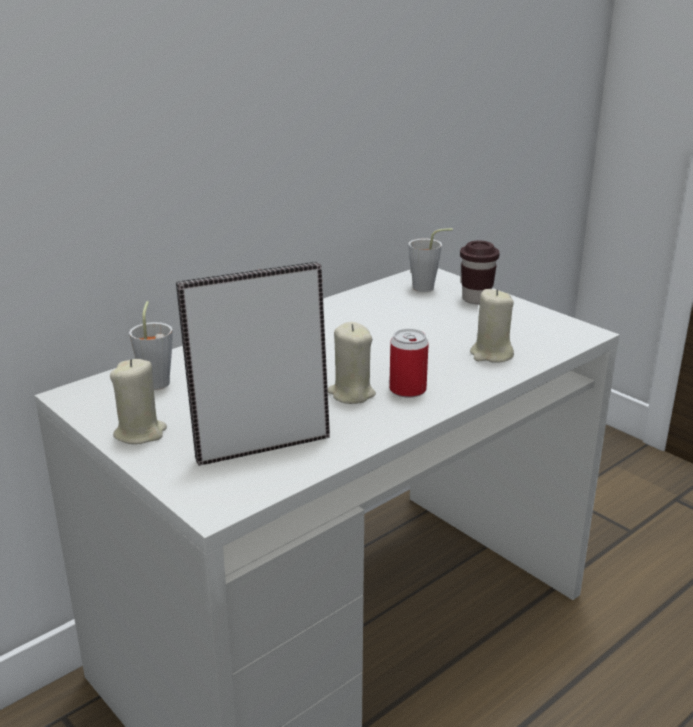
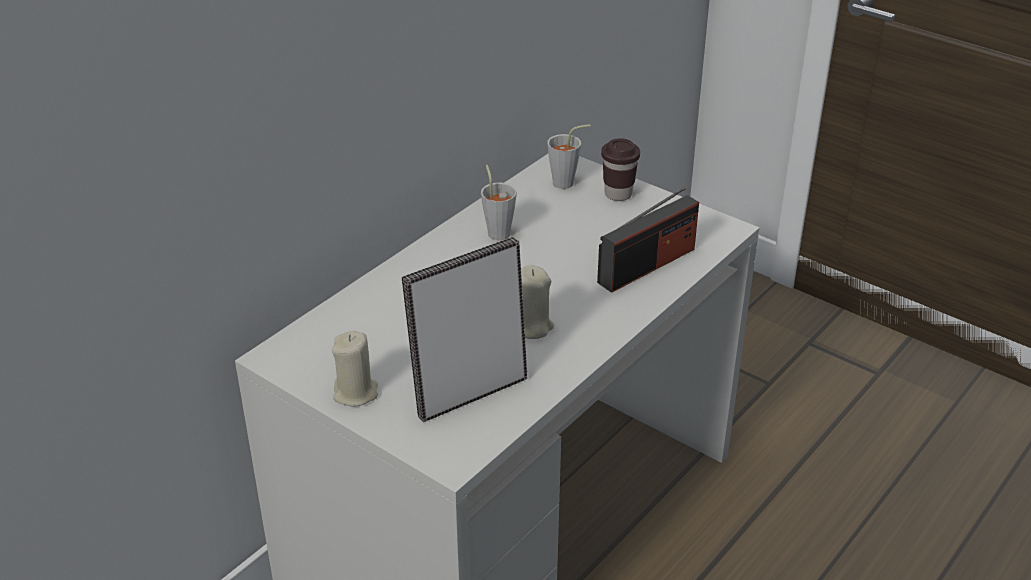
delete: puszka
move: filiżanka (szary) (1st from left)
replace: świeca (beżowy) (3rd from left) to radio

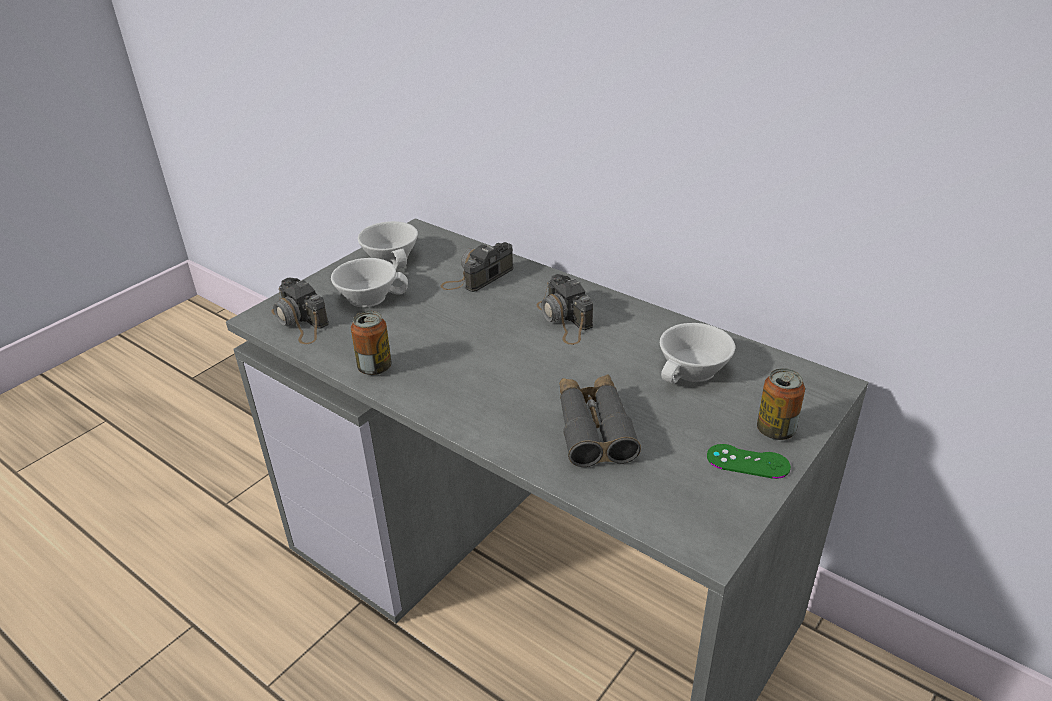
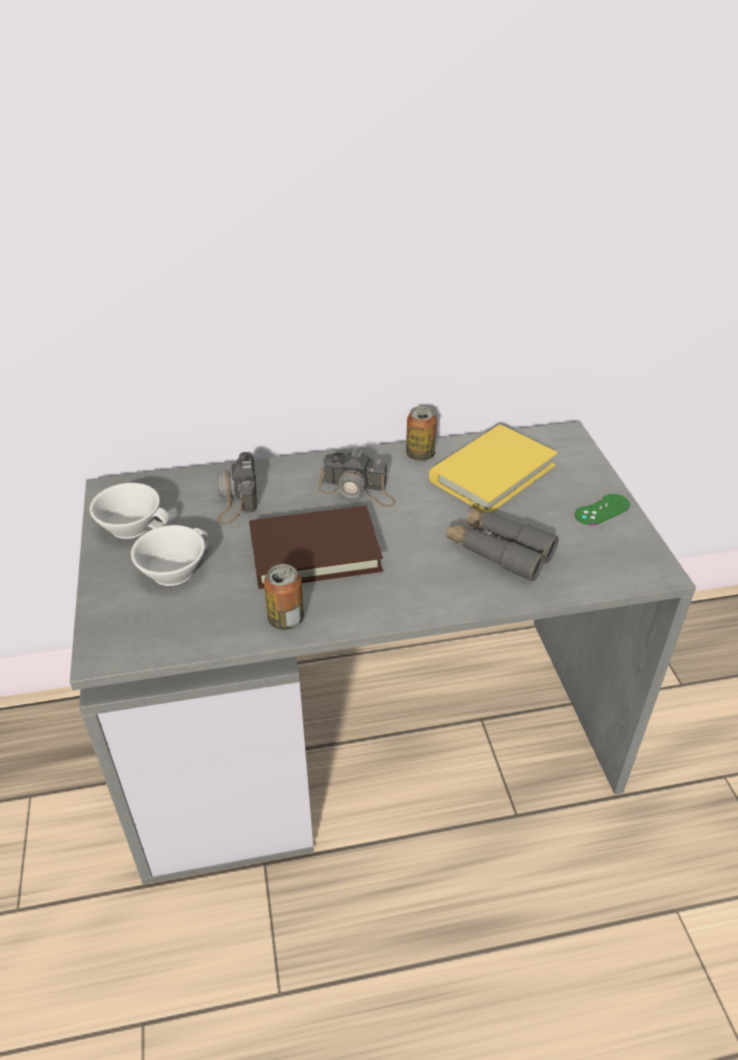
delete: aparat fotograficzny (1st from left)
insert: książka (brązowy)
move: puszka (2nd from left)
replace: filiżanka (biały) (3rd from left) to książka (żółty)

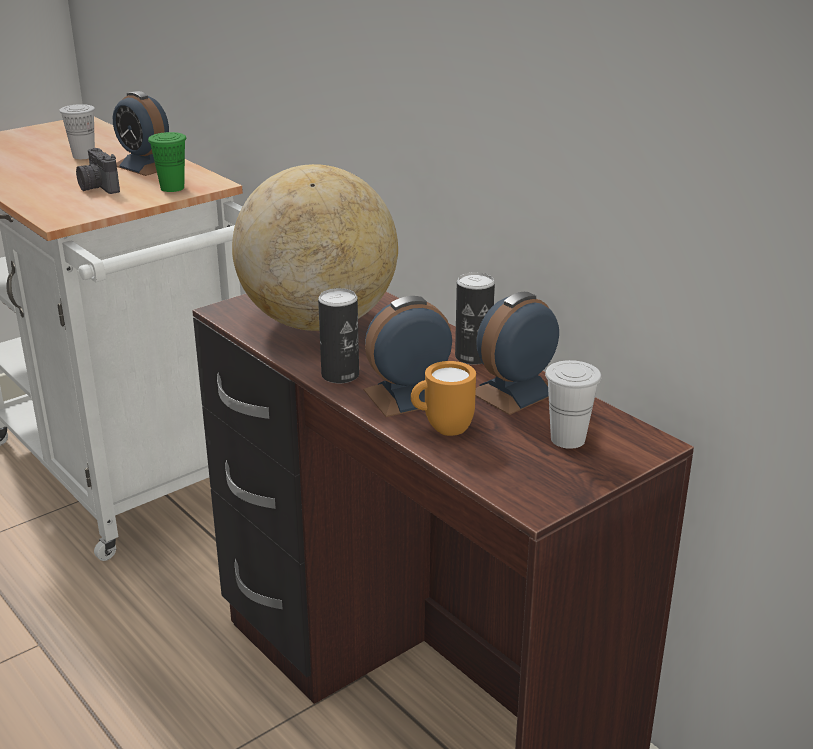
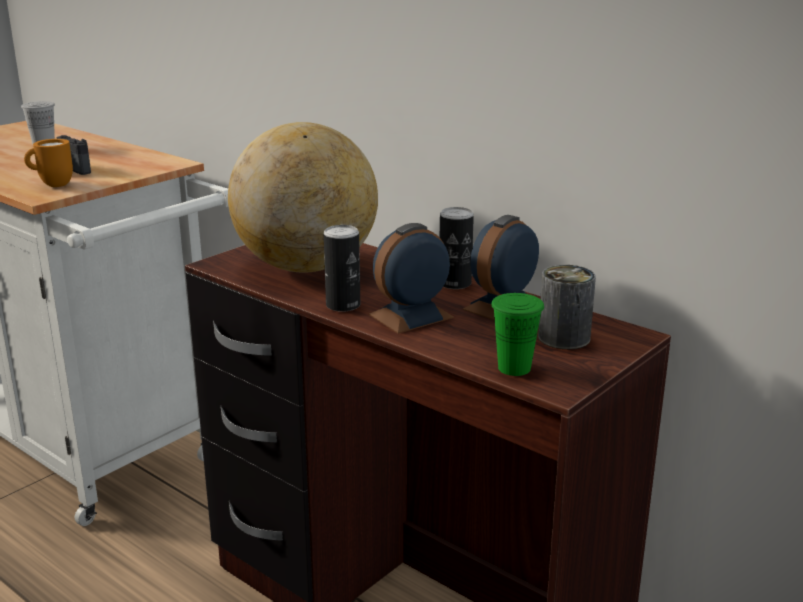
delete: budzik (1st from left)
move: filiżanka (zielony); kubek (pomarańczowy)
replace: filiżanka (biały) (2nd from left) to puszka (3rd from left)

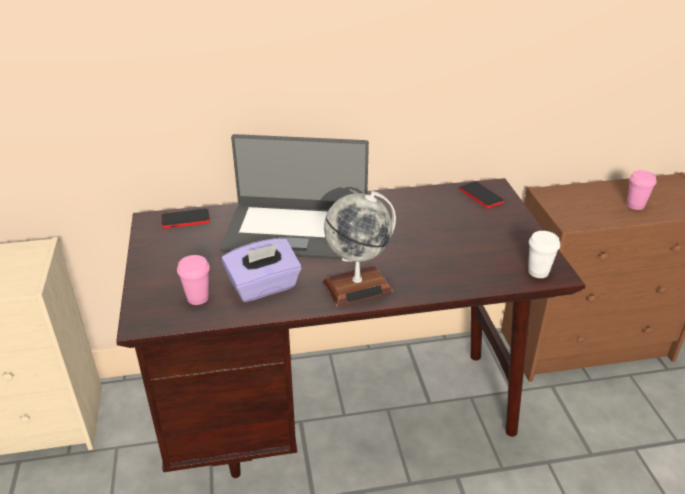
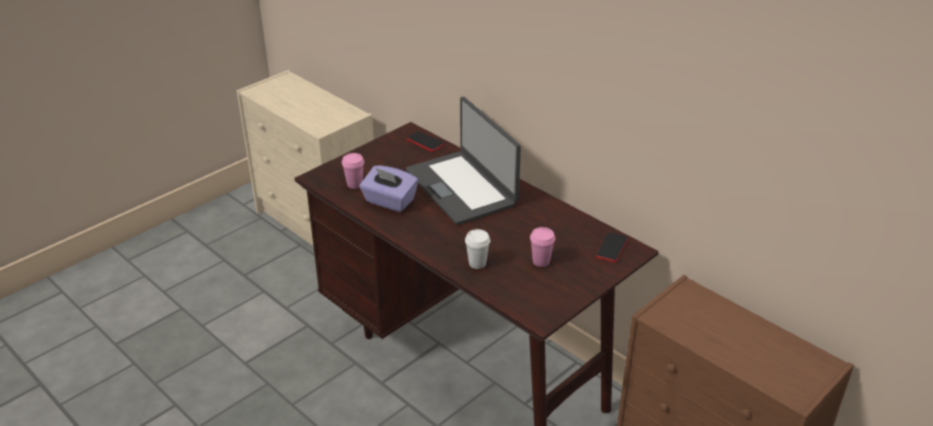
delete: globus
move: filiżanka (różowy) (2nd from left); filiżanka (biały)

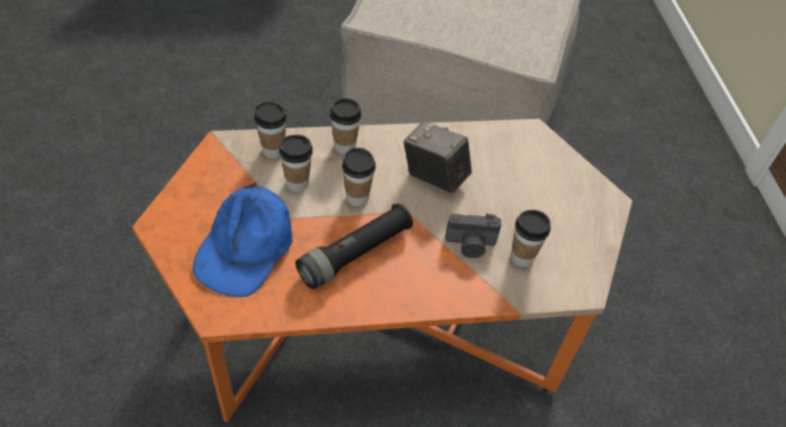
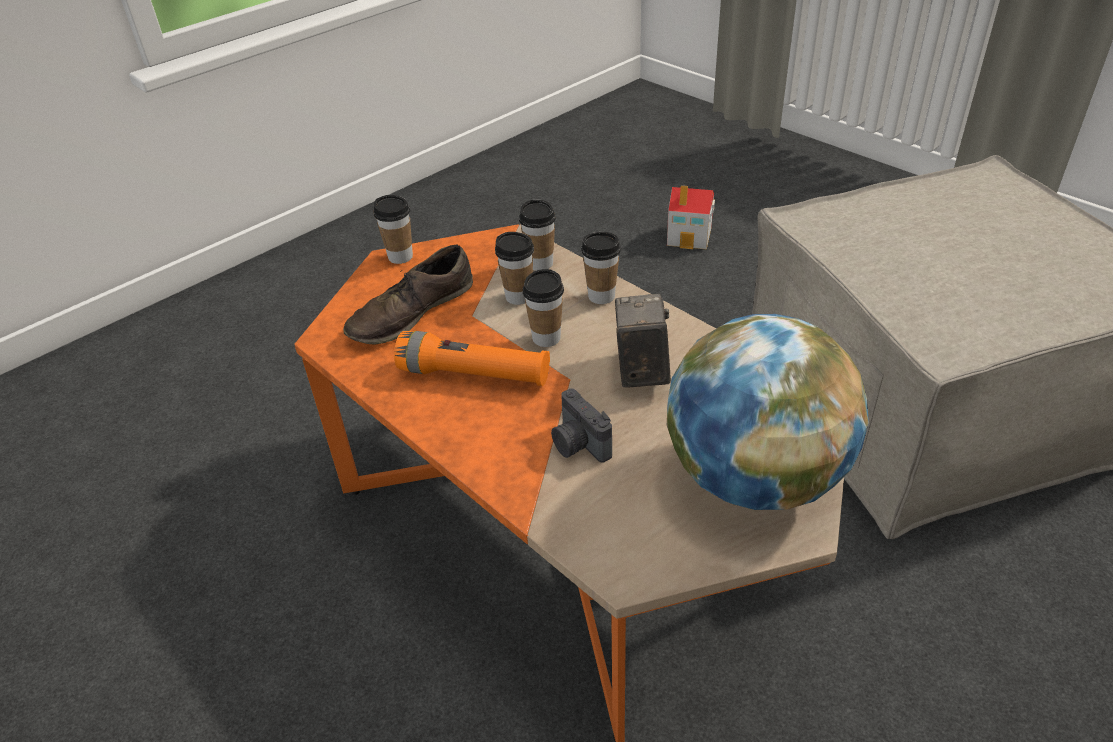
insert: domek; globus
move: filiżanka (5th from left in the first image) to filiżanka (1st from left)
replace: czapka z daszkiem (niebieski) to but (brązowy)
recolor: latarka (czarny) to latarka (pomarańczowy)

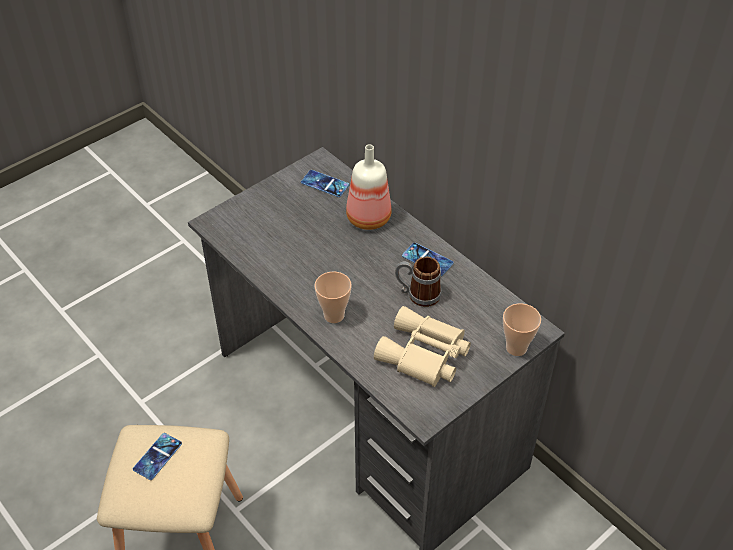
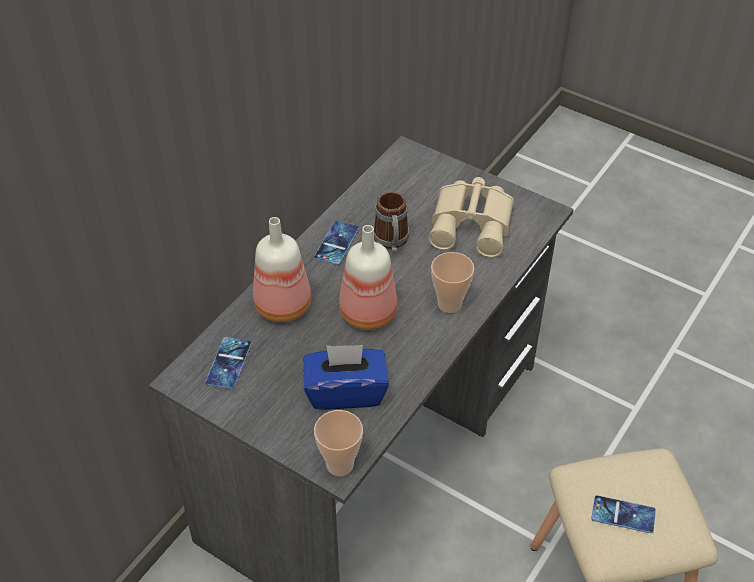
insert: butelka (2nd from left); pudełko chusteczek (niebieski)
move: filiżanka (2nd from left in the first image) to filiżanka (1st from left)

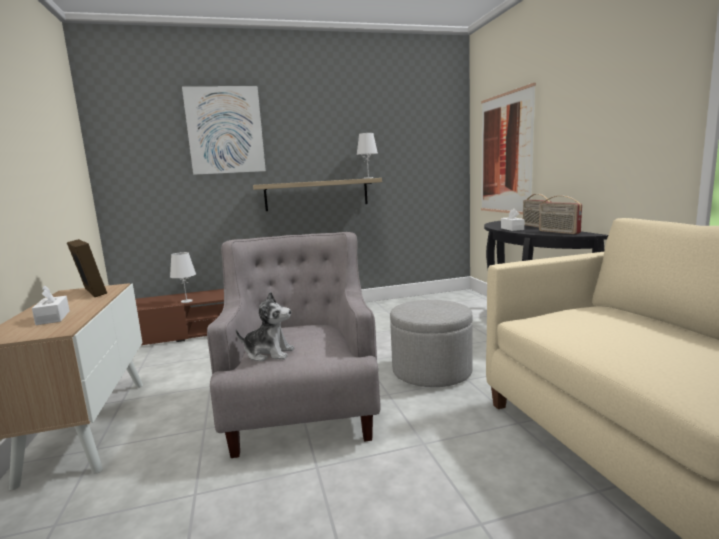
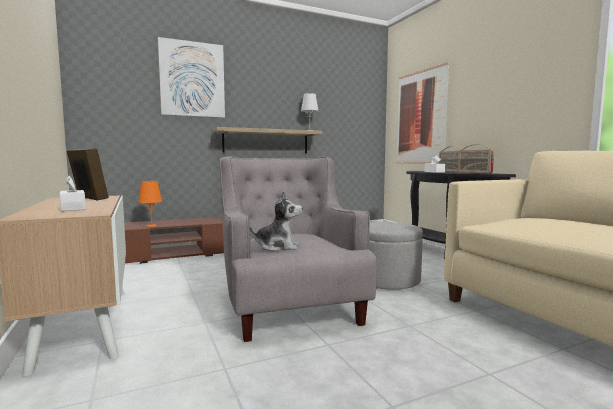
recolor: lampa stołowa (biały) (1st from left) to lampa stołowa (pomarańczowy)

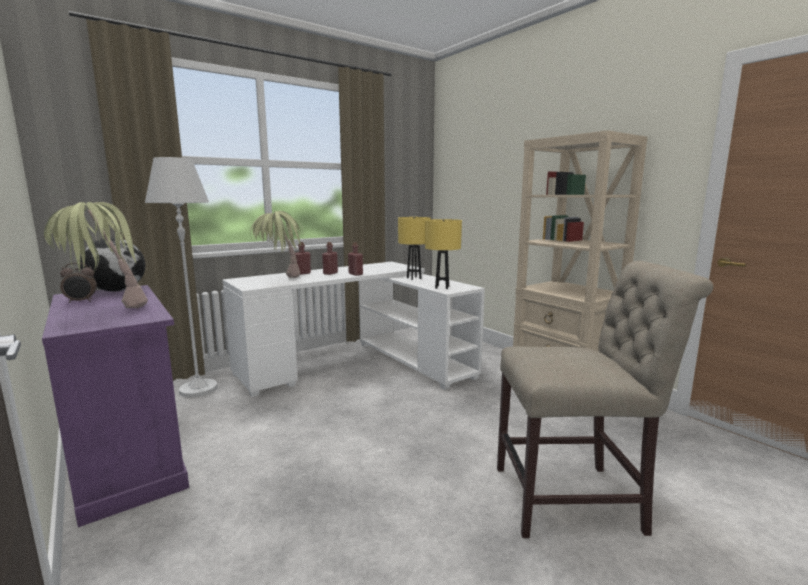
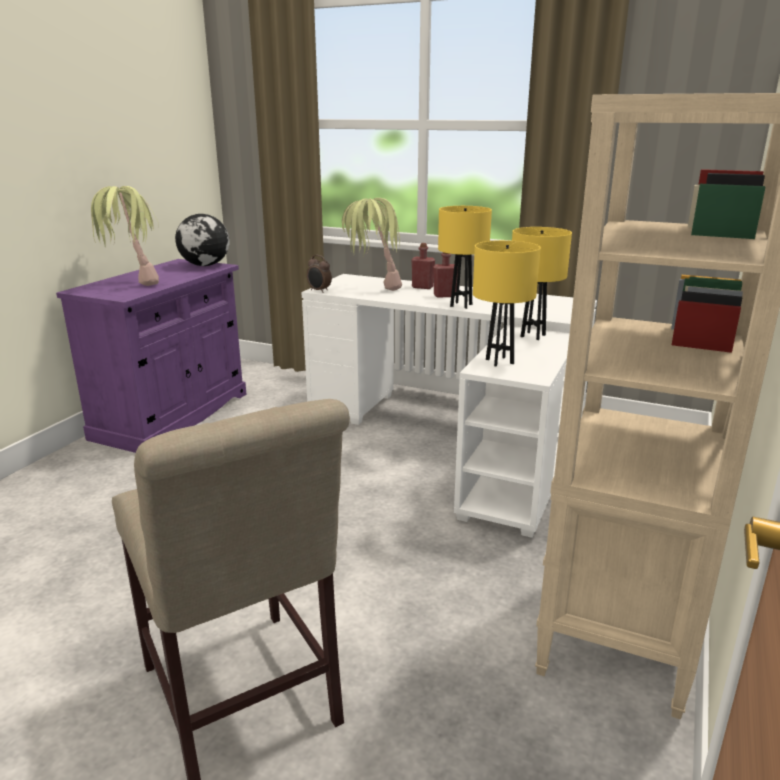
delete: lampa stojąca (biały)
move: budzik
replace: butelka (czerwony) (3rd from left) to lampa stołowa (żółty) (1st from left)

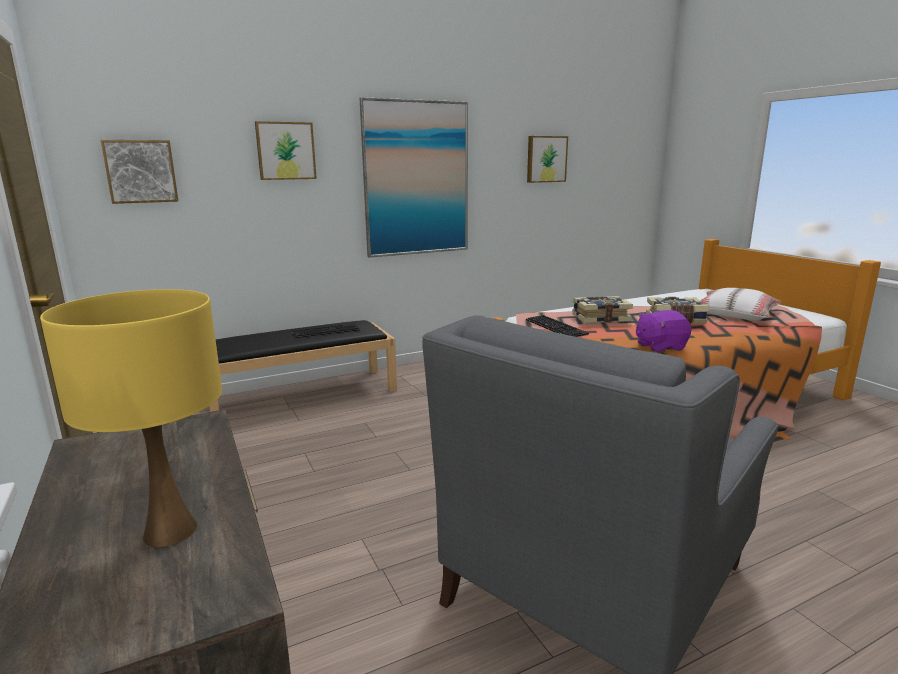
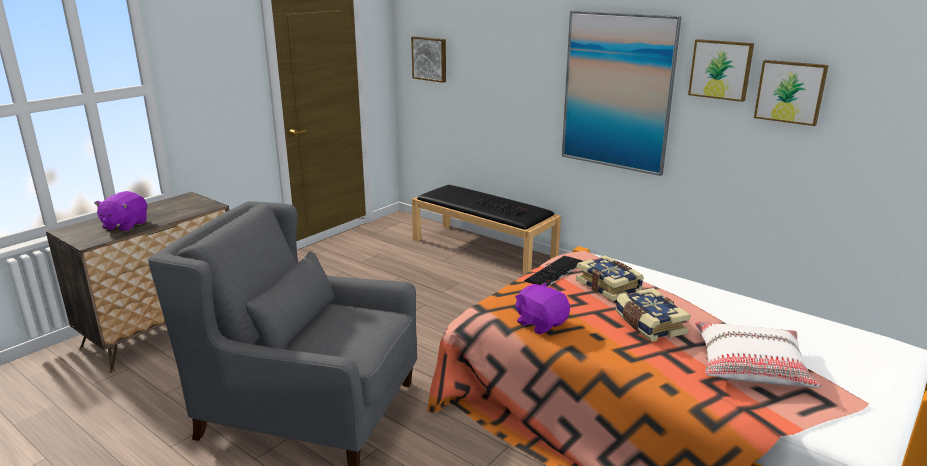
move: obraz (2nd from left in the first image) to obraz (3rd from left)
replace: lampa stołowa (żółty) to pluszak (fioletowy) (1st from left)

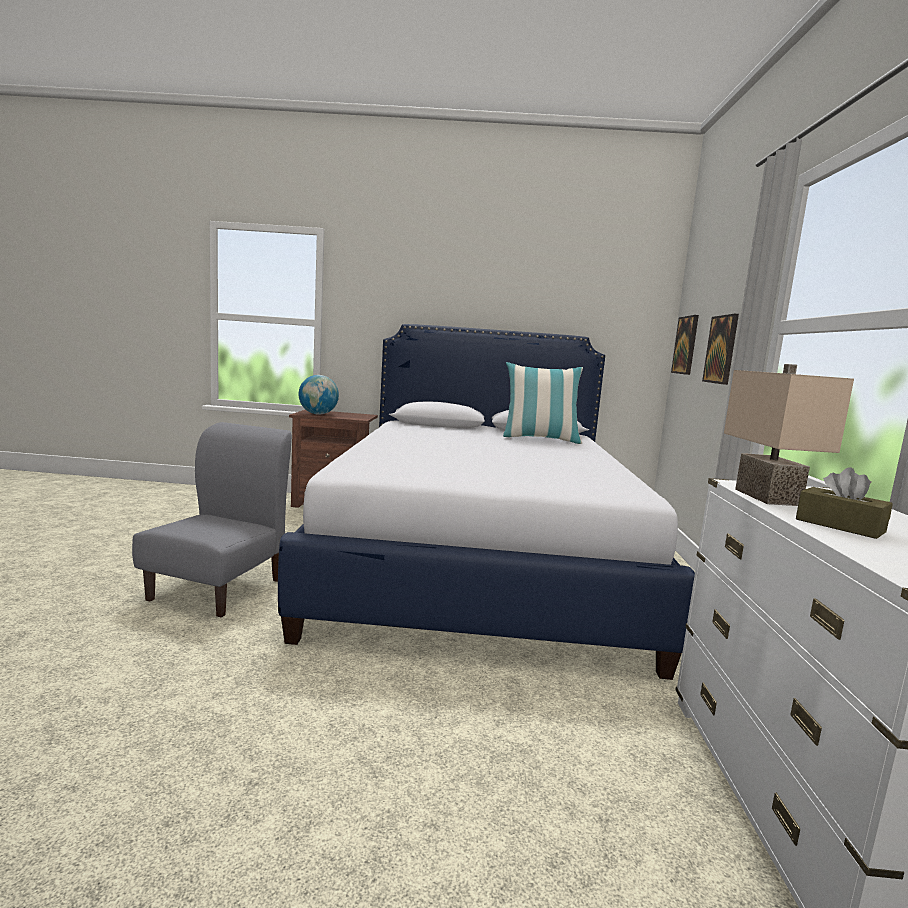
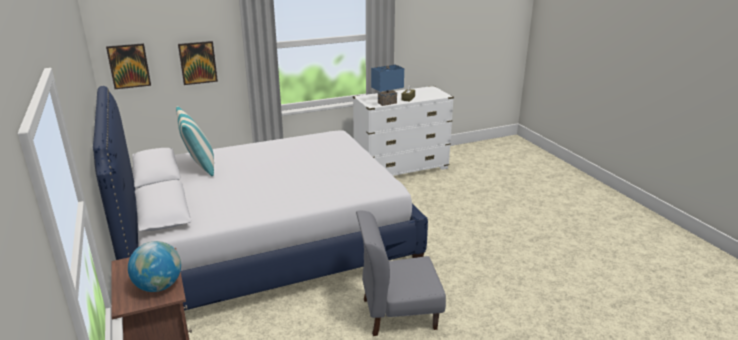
recolor: lampa stołowa (beżowy) to lampa stołowa (niebieski)

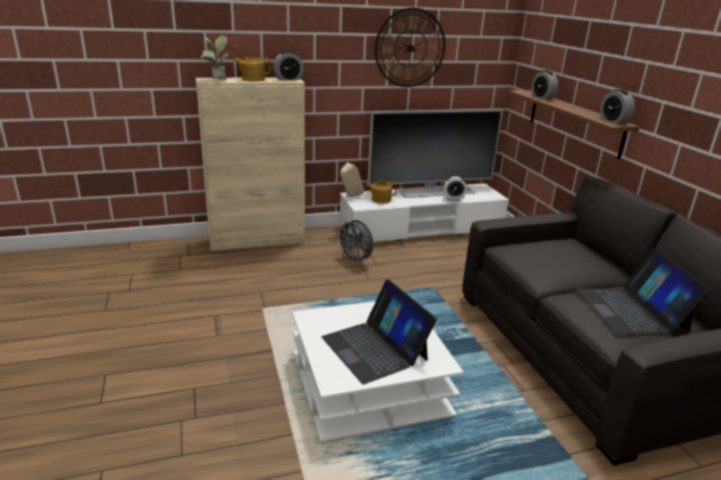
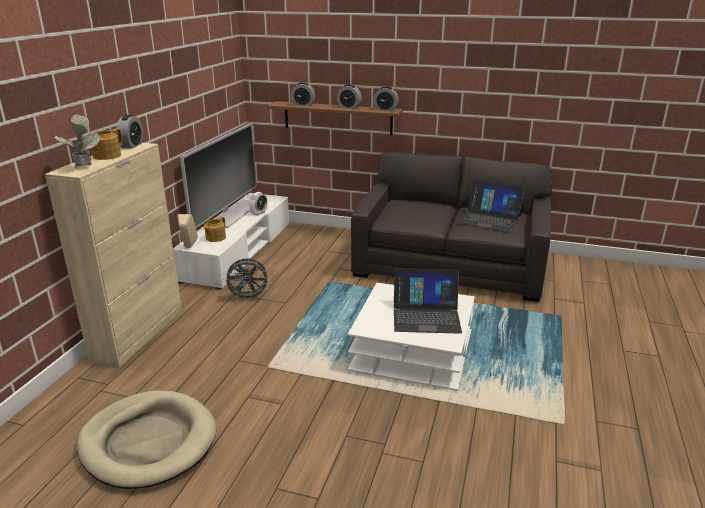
delete: zegar ścienny
insert: budzik (4th from left); legowisko (beżowy)

